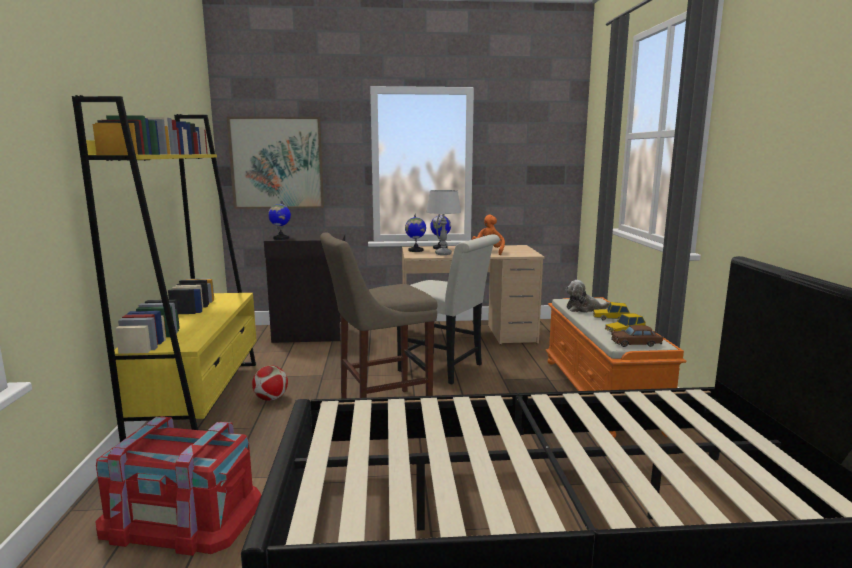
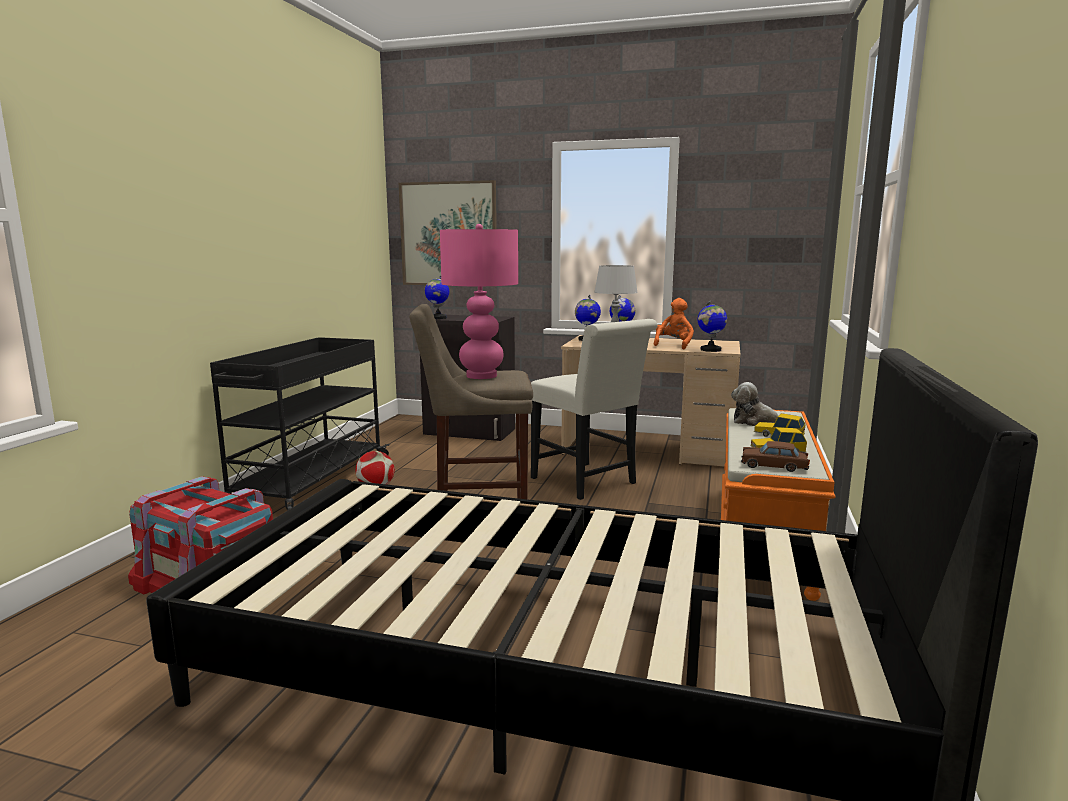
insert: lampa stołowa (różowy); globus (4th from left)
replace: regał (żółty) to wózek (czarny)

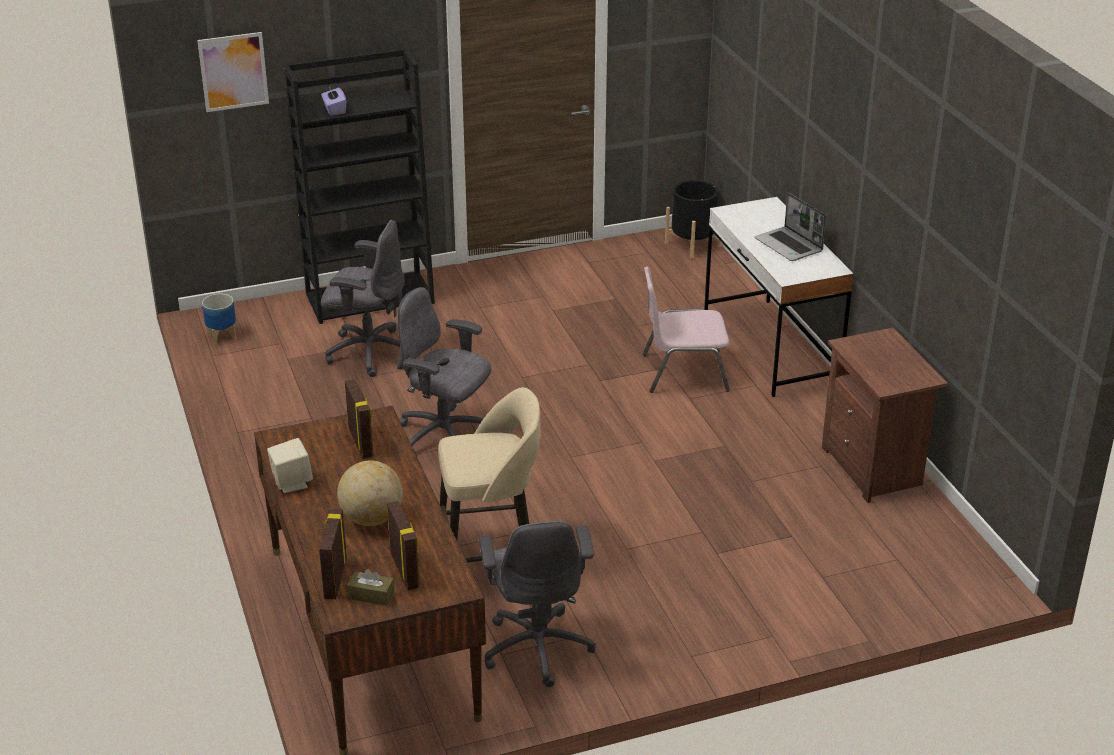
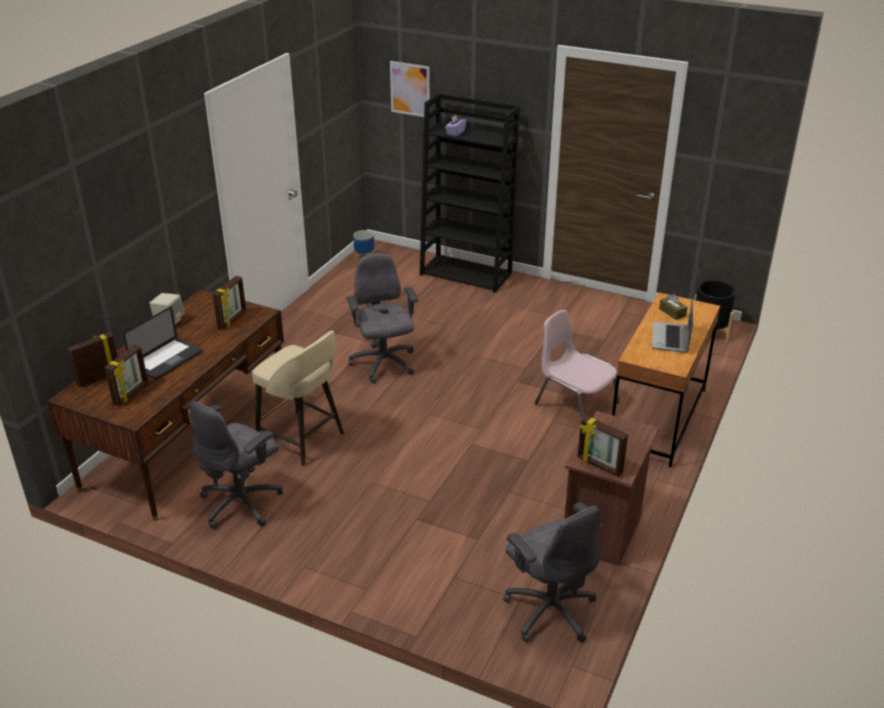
insert: ramka na zdjęcie (4th from left)
move: krzesło biurowe (szary) (1st from left in the first image) to krzesło biurowe (szary) (3rd from left); pudełko chusteczek (brązowy)
replace: globus to laptop (1st from left)
recolor: biurko (biały) to biurko (brązowy) (2nd from left)

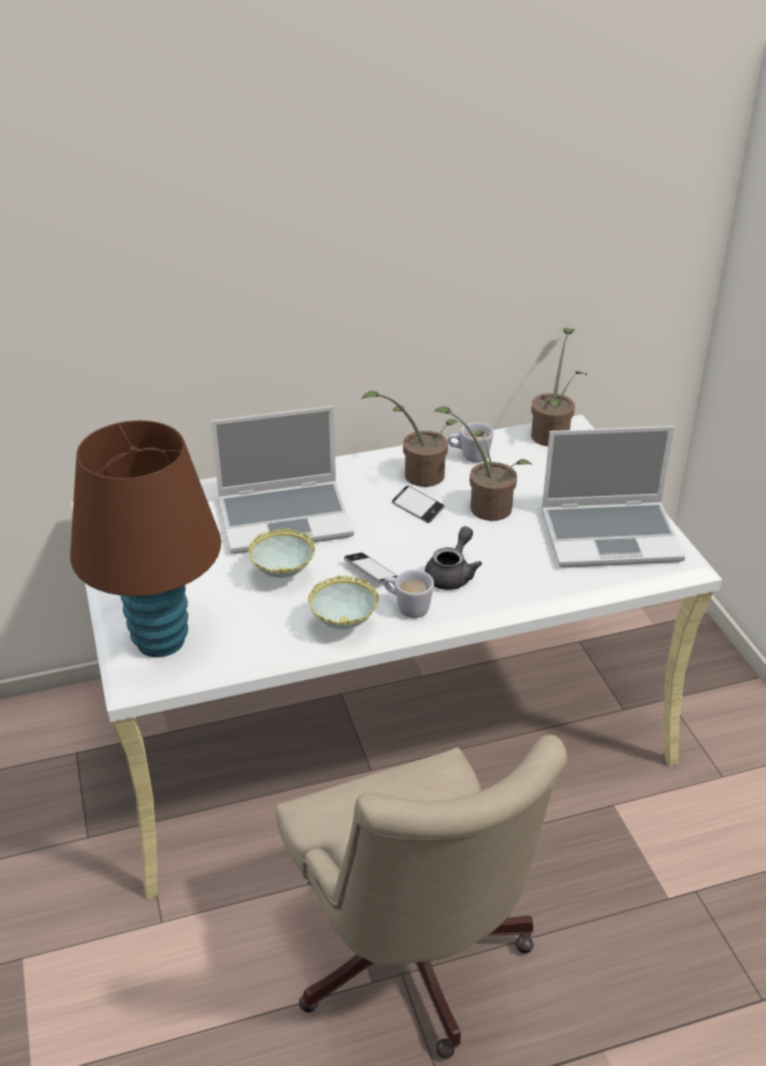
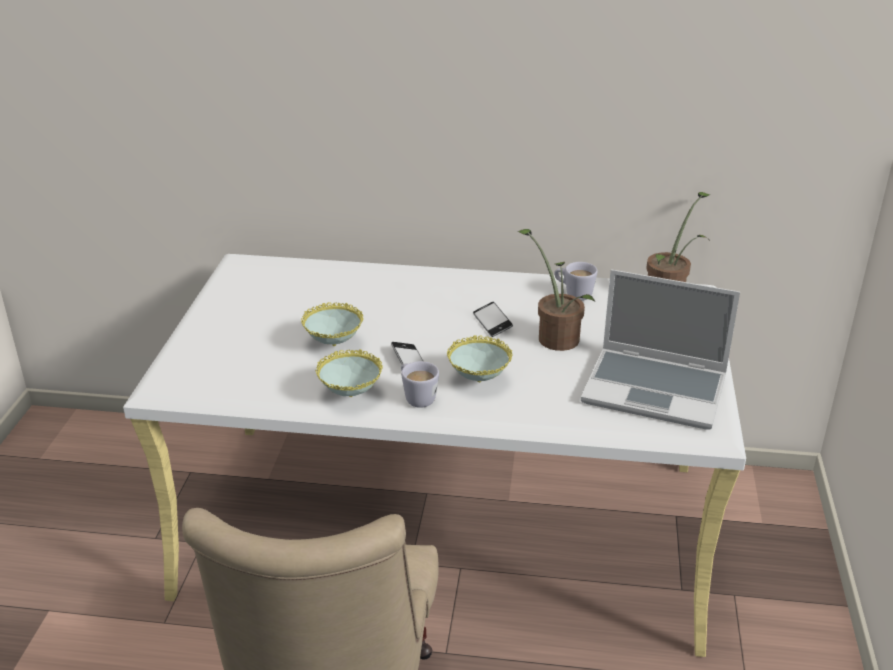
delete: roślina doniczkowa (1st from left); laptop (1st from left); lampa stołowa (brązowy)
replace: imbryk (szary) to miska (3rd from left)

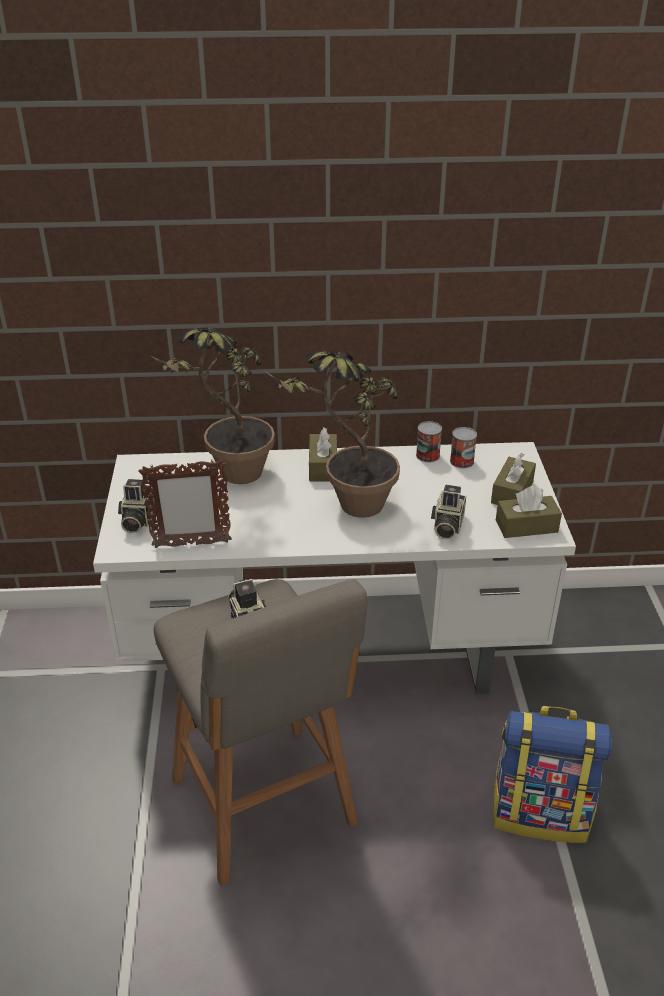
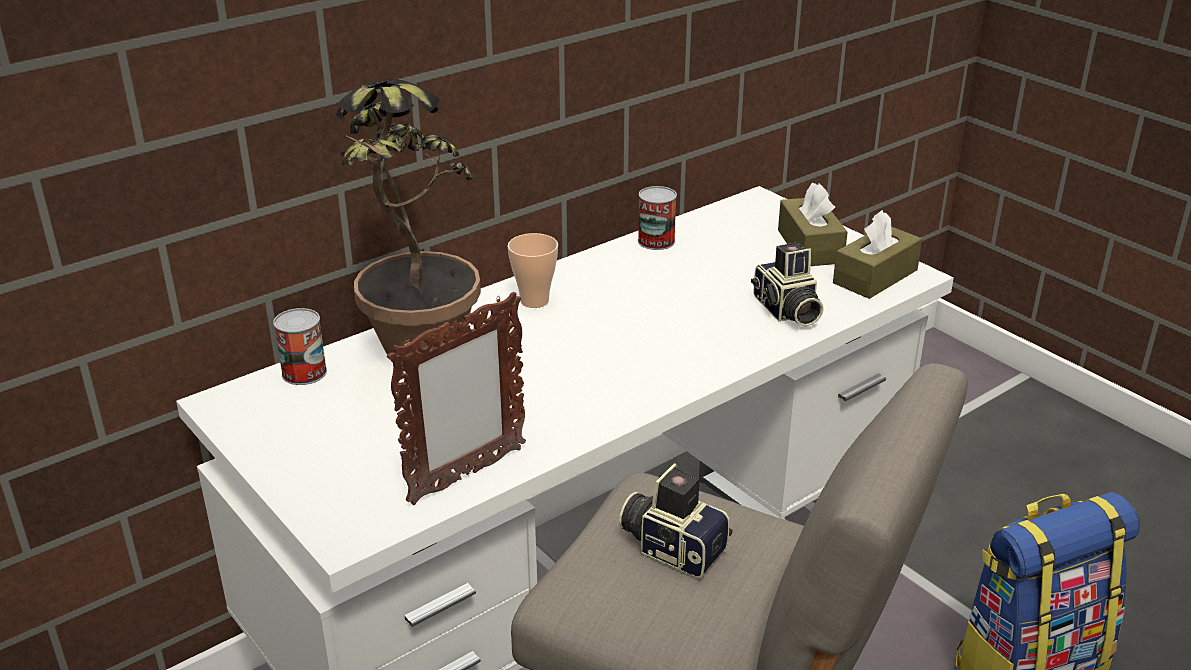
delete: roślina doniczkowa (2nd from left); aparat fotograficzny (1st from left)
move: puszka (2nd from left in the first image) to puszka (1st from left)
replace: pudełko chusteczek (brązowy) (1st from left) to filiżanka

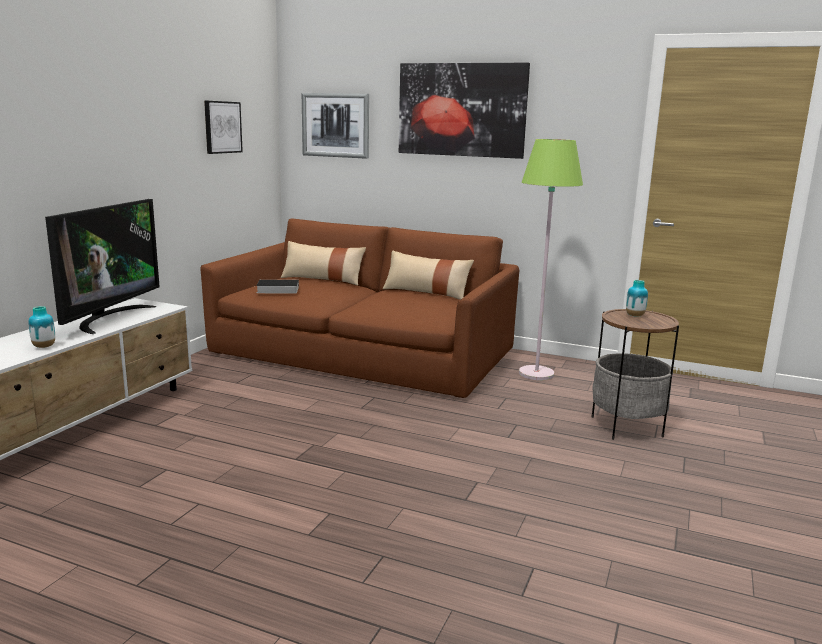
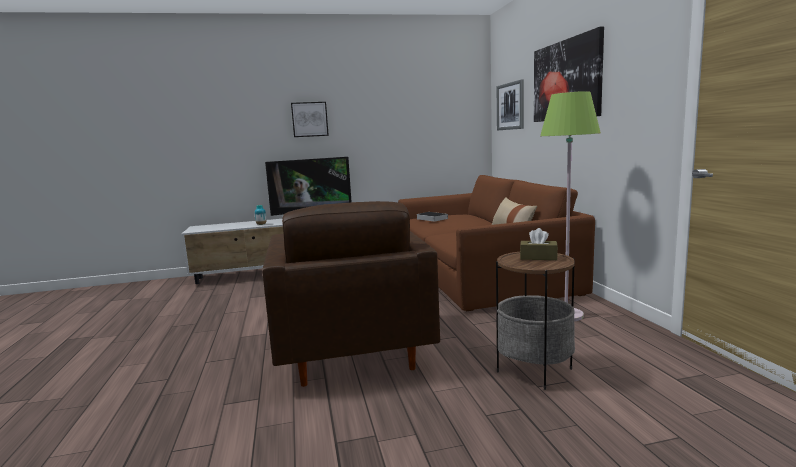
delete: poduszka (beżowy) (1st from left)
insert: fotel (brązowy)
move: obraz (1st from left)
replace: wazon (2nd from left) to pudełko chusteczek (brązowy)

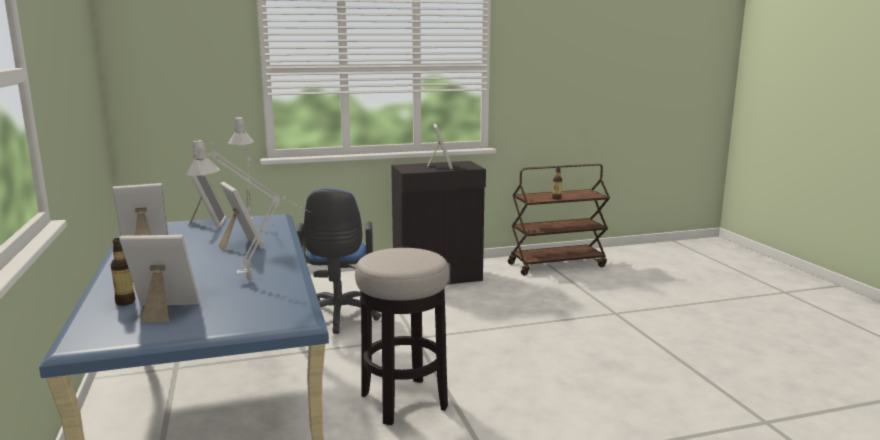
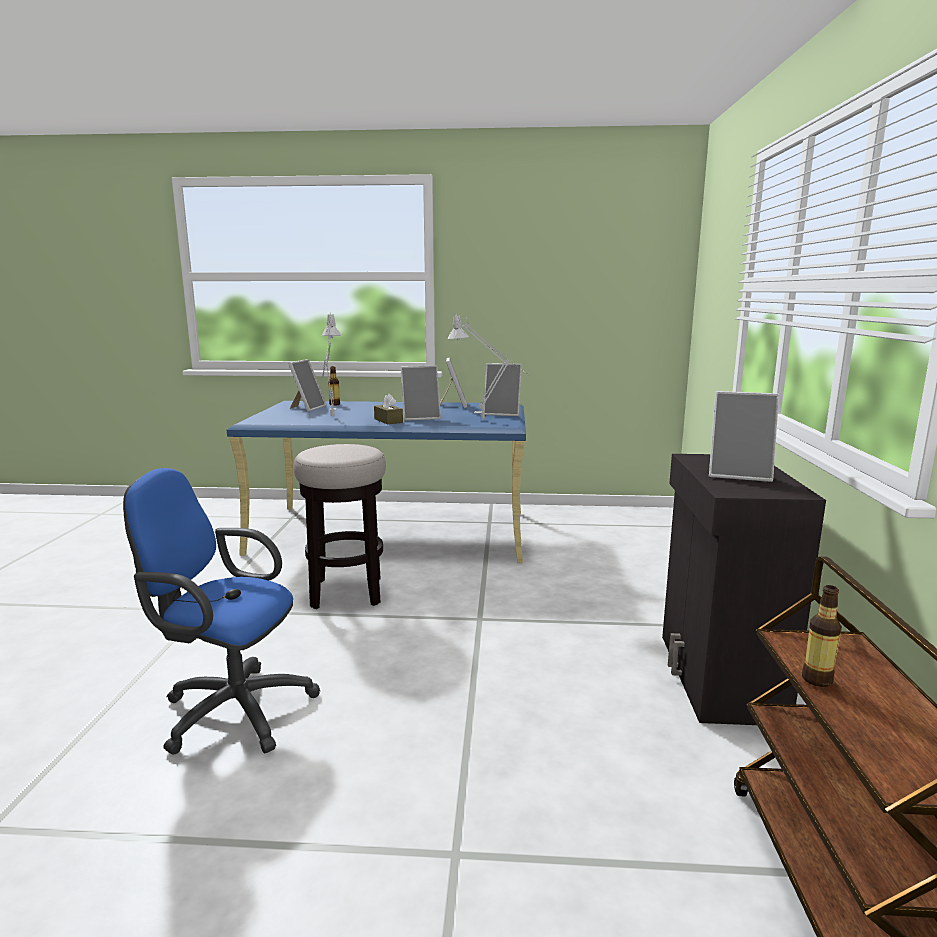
insert: pudełko chusteczek (brązowy)
move: krzesło biurowe (niebieski)

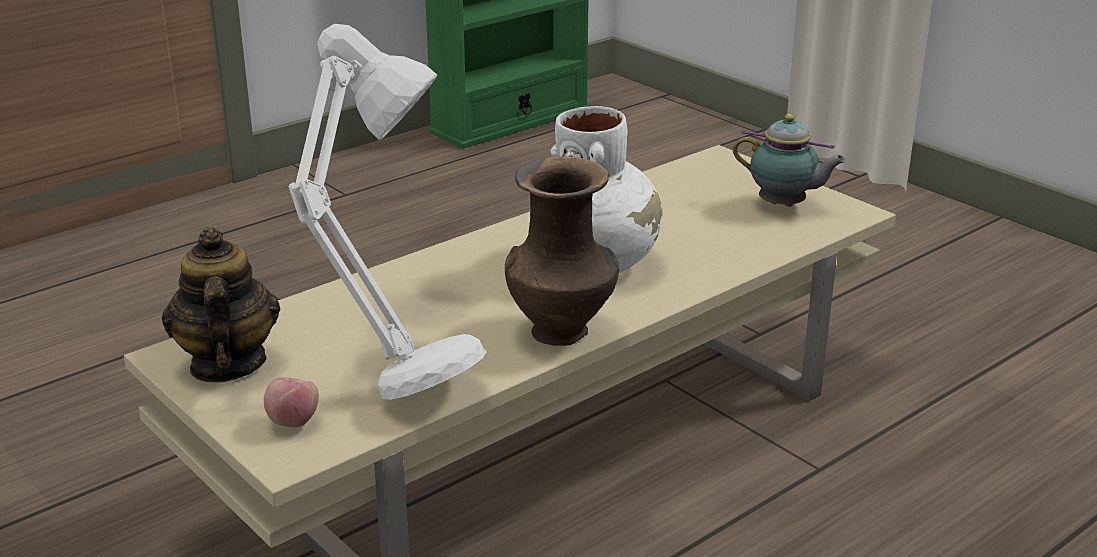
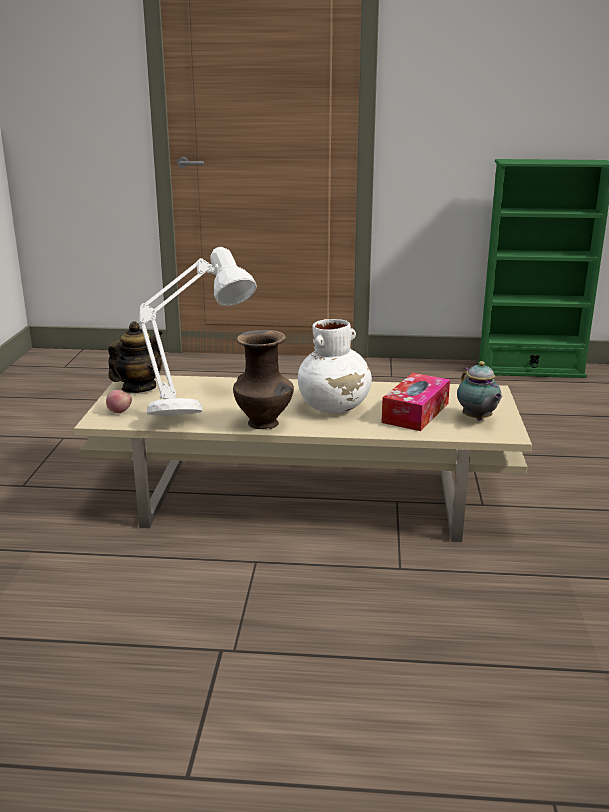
insert: pudełko chusteczek

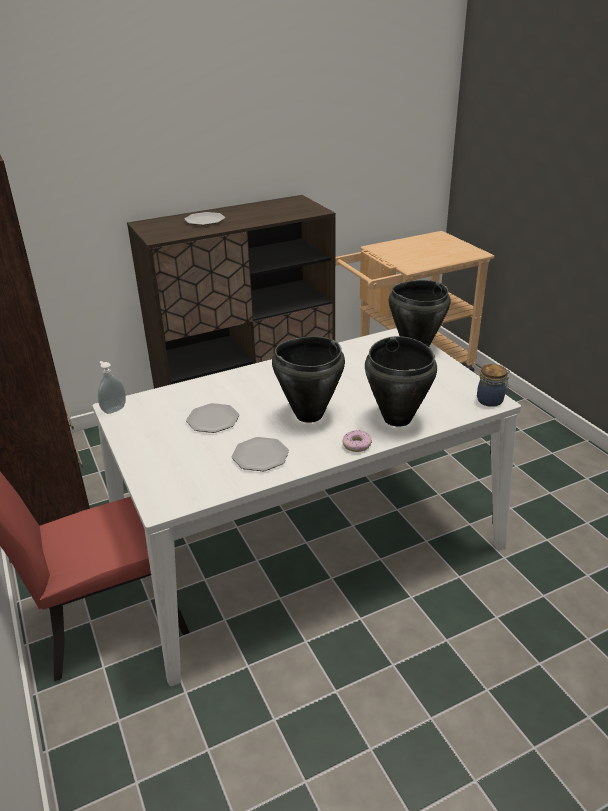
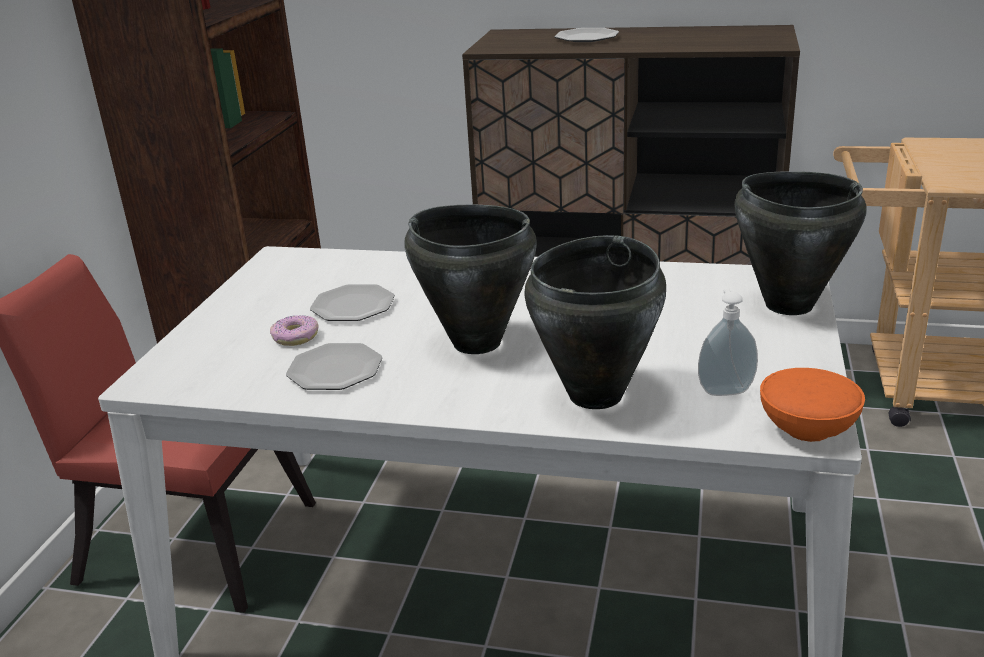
move: dozownik mydła; donut
replace: słoik to miska (pomarańczowy)

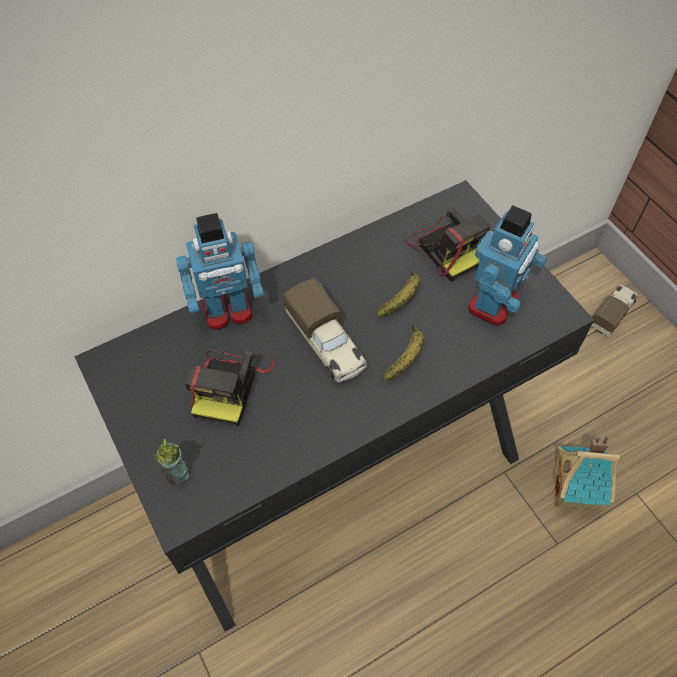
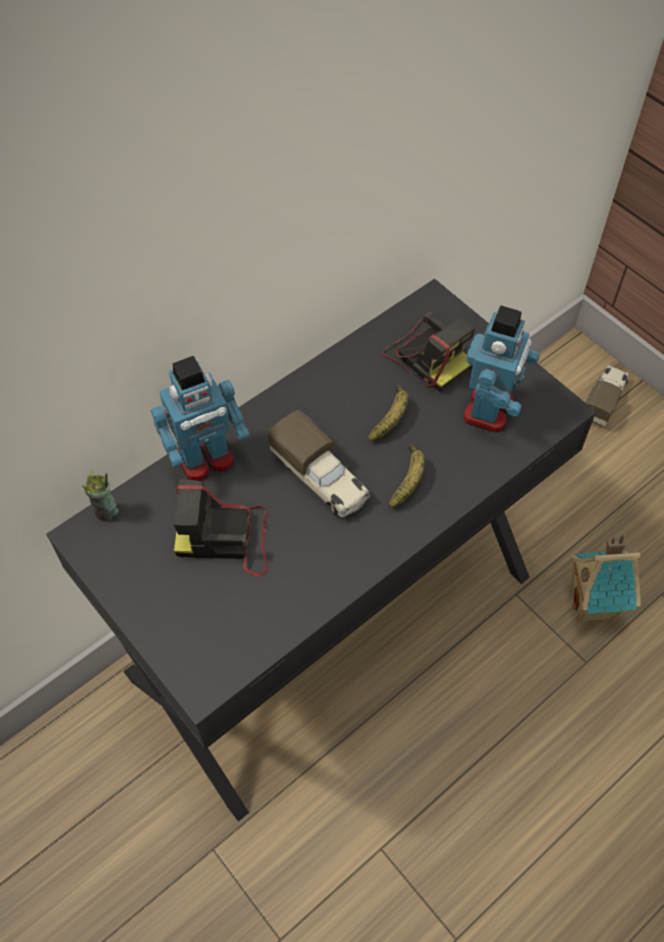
move: filiżanka
rotate: aparat fotograficzny (1st from left) 90 degrees clockwise

